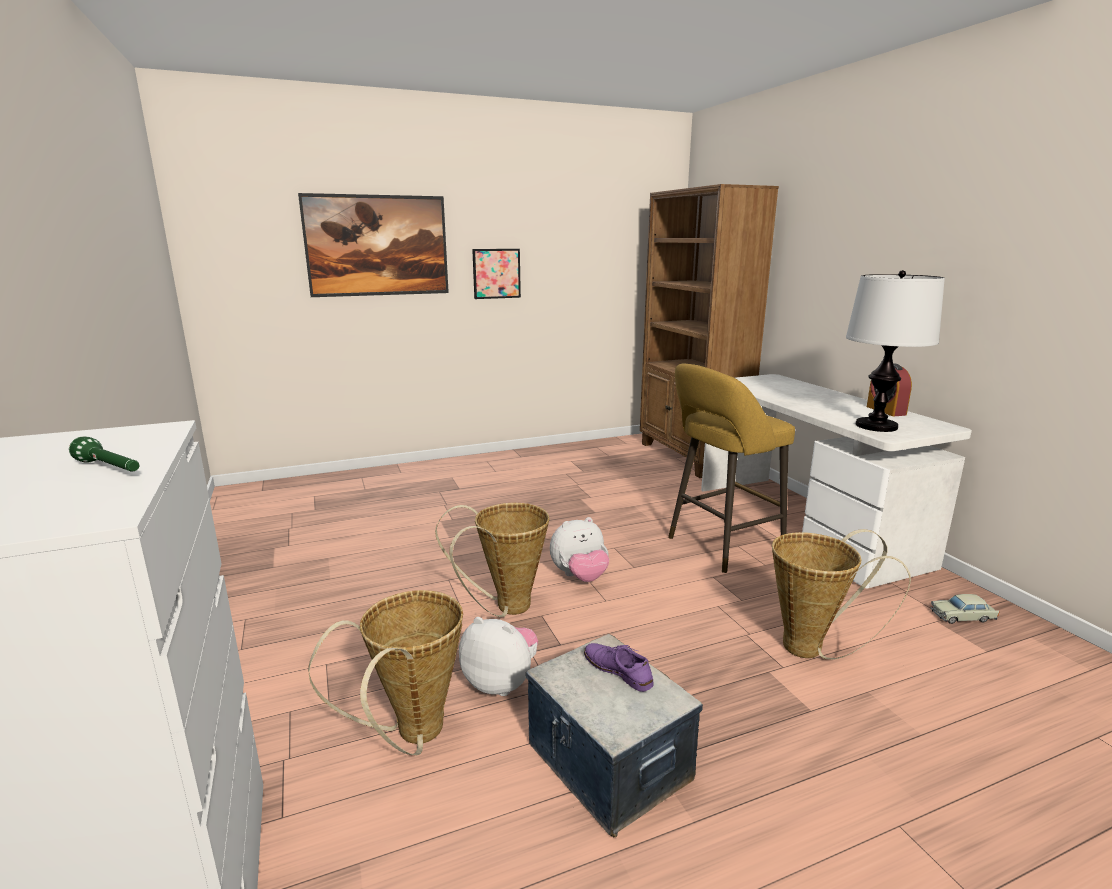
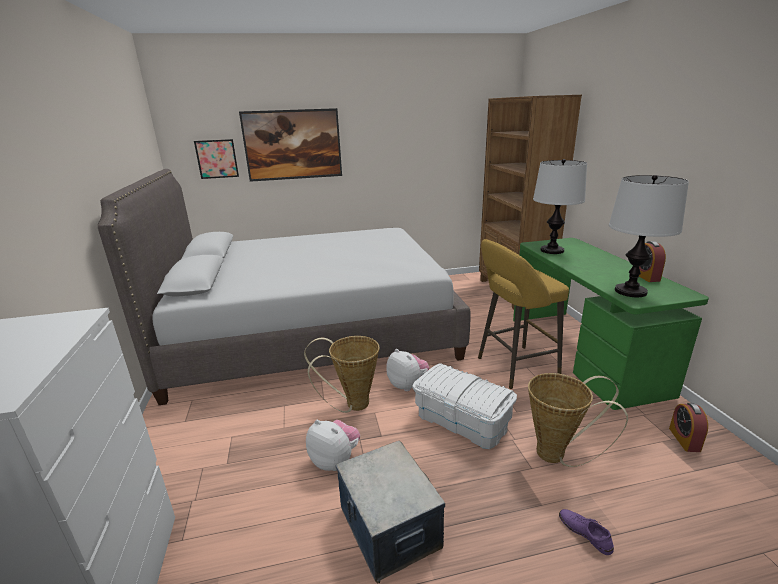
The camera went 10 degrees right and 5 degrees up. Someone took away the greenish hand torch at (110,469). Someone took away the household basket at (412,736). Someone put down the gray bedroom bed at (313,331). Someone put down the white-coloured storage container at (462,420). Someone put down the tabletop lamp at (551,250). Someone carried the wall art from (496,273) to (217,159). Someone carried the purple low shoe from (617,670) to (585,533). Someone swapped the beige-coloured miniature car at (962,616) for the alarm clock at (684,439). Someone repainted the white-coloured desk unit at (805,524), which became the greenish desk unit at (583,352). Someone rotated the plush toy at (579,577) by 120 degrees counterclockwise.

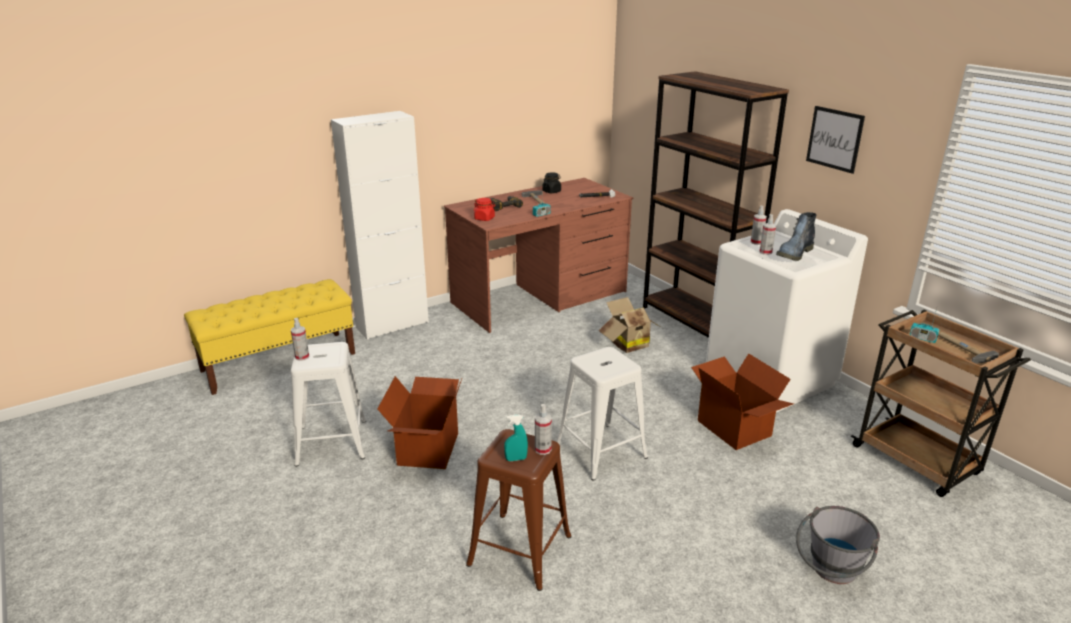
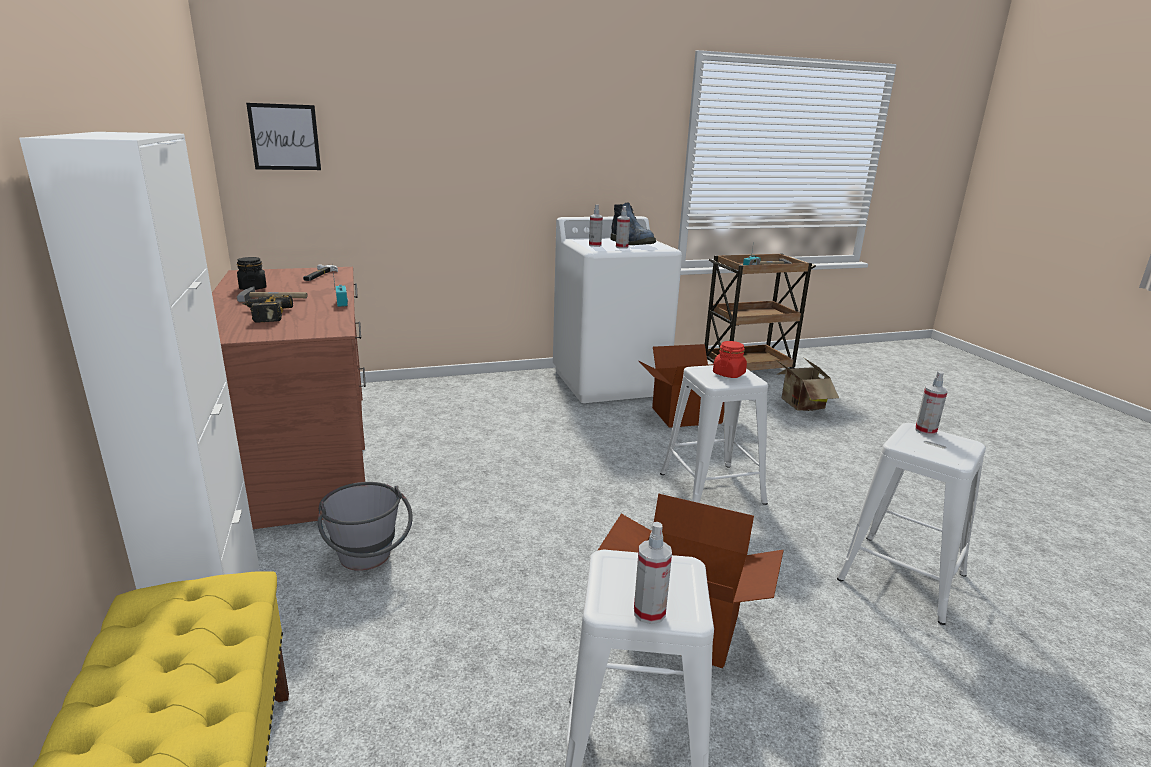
The camera went 75 degrees left and 5 degrees down. Someone took away the turquoise-coloured spray bottle at (516,459). Someone took away the brown shelving unit at (695,322). Someone carried the red storage jar from (484,218) to (728,374). Someone carried the packing box from (627,344) to (800,405). Someone carried the gray water bucket from (830,573) to (368,561). Someone carried the wall art from (834,139) to (285,137). Someone repainted the brown stool at (520,550), which became the white-coloured stool at (901,576).

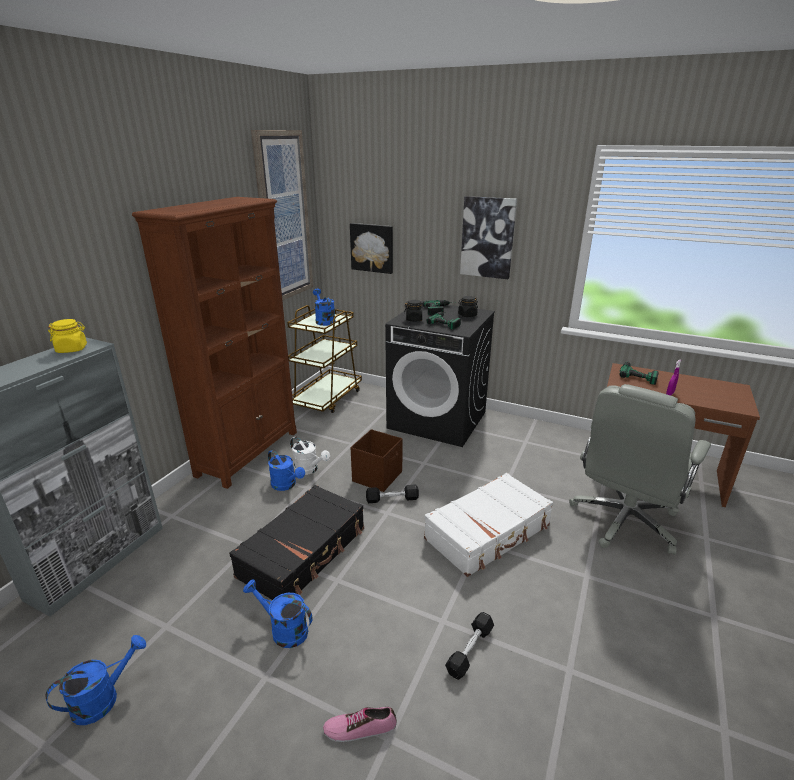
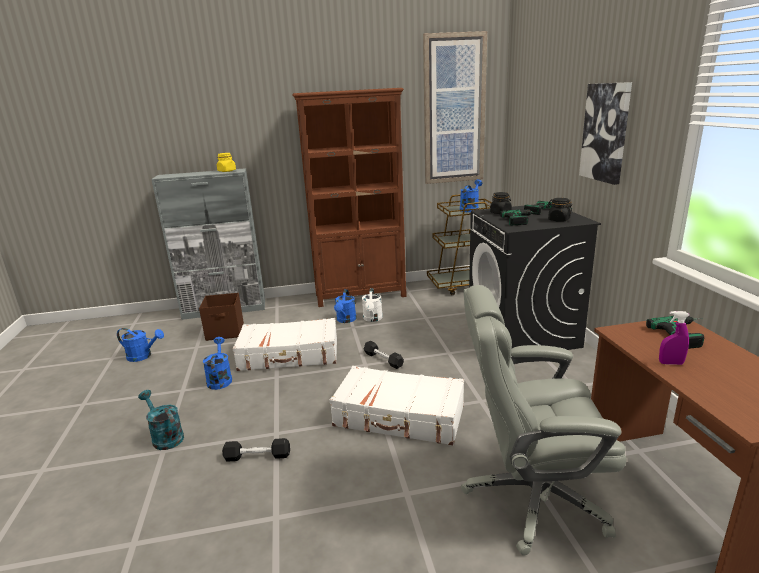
The camera went 55 degrees right and 5 degrees down. Someone took away the wall art at (372,248). Someone carried the brown storage container from (378,476) to (225,332). Someone swapped the low shoe at (360,727) for the turquoise-coloured sprinkling can at (165,437). Someone repainted the black-coloured travel case at (304,552), which became the white-coloured travel case at (289,355).

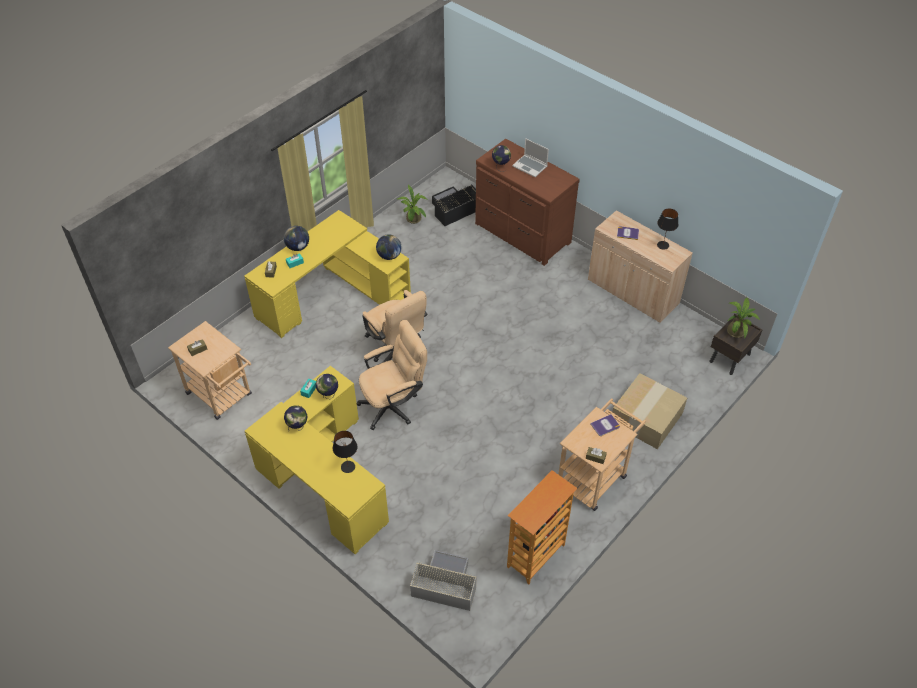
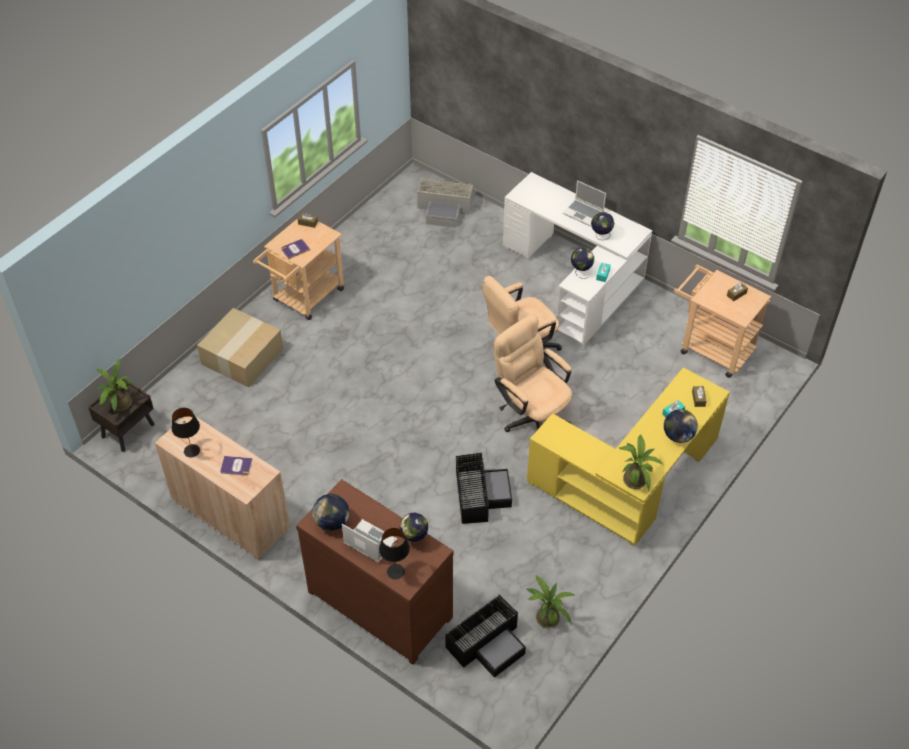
The camera went 175 degrees right and 0 degrees up. Someone took away the shelving unit at (536,556). Someone put down the black-coloured storage container at (479,494). Someone put down the notebook computer at (584,213). Someone put down the potted plant at (635,478). Someone carried the black-coloured tabletop lamp from (348,466) to (395,572). Someone carried the world globe from (389,256) to (332,522). Someone repainted the yellow-coloured desk unit at (322,478), which became the white-coloured desk unit at (576,279).

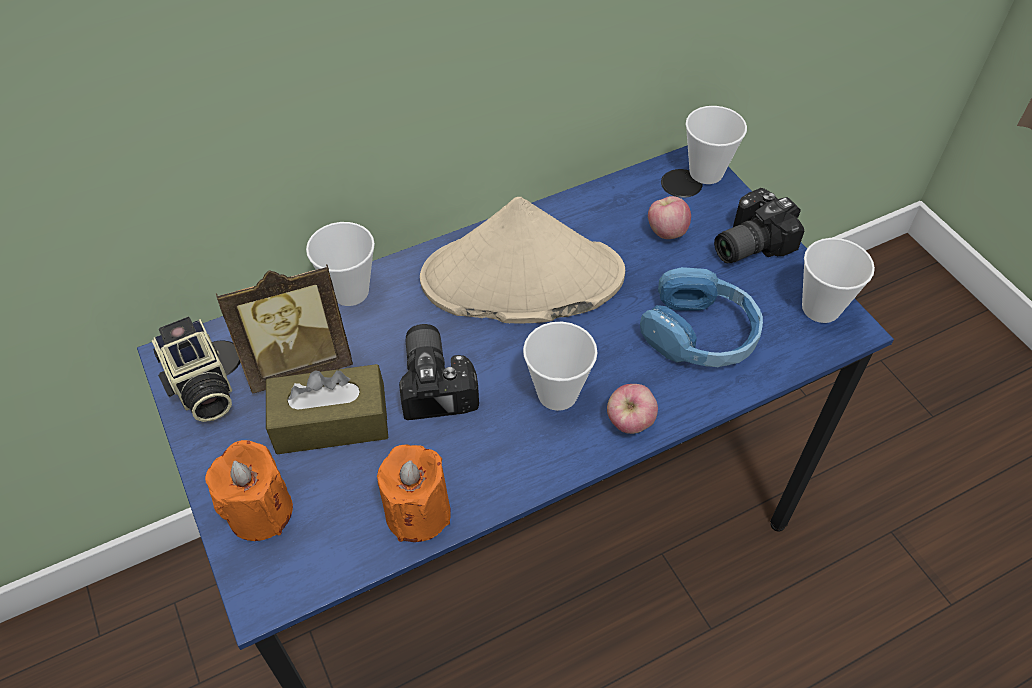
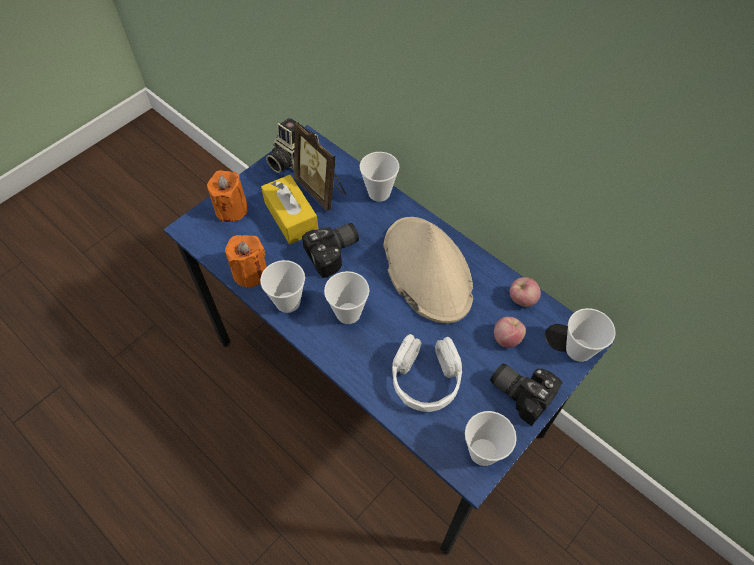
The camera went 70 degrees right and 5 degrees up. Someone put down the cup at (288,302). Someone carried the apple from (630,422) to (522,299). Someone repainted the brown box of tissues at (331,422), which became the yellow-coloured box of tissues at (291,217). Someone repainted the blue-coloured pair of headphones at (700,334), which became the white-coloured pair of headphones at (425,379).

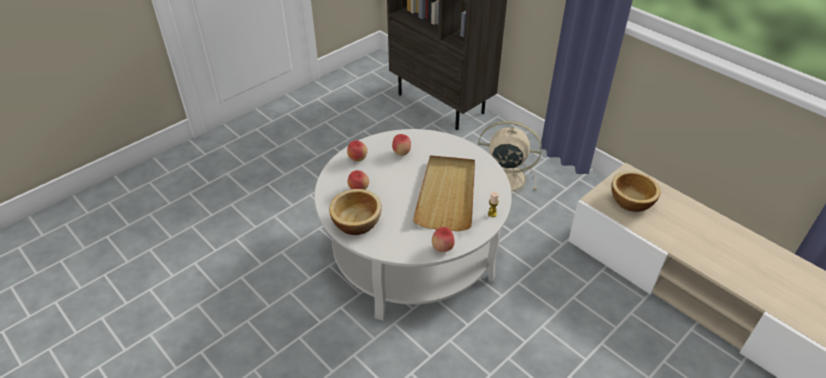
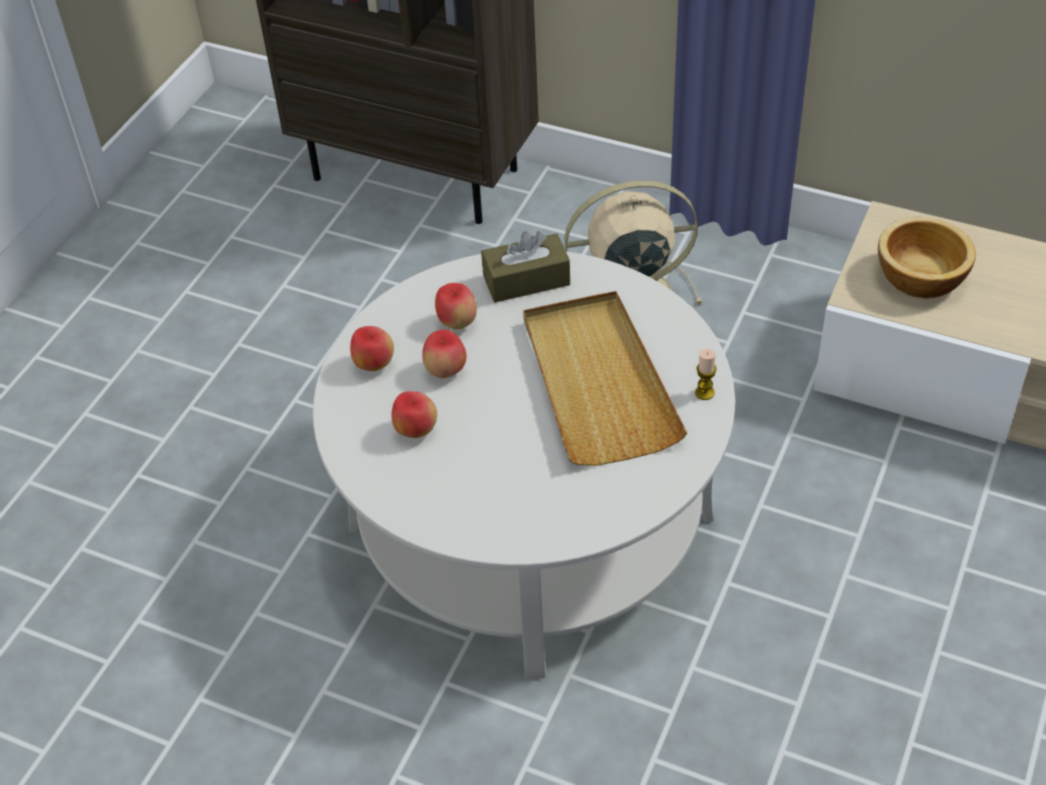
The camera went 20 degrees left and 5 degrees up. Someone took away the deep dish at (356,221). Someone put down the brown box of tissues at (526,280). Someone carried the apple from (442,248) to (446,371).

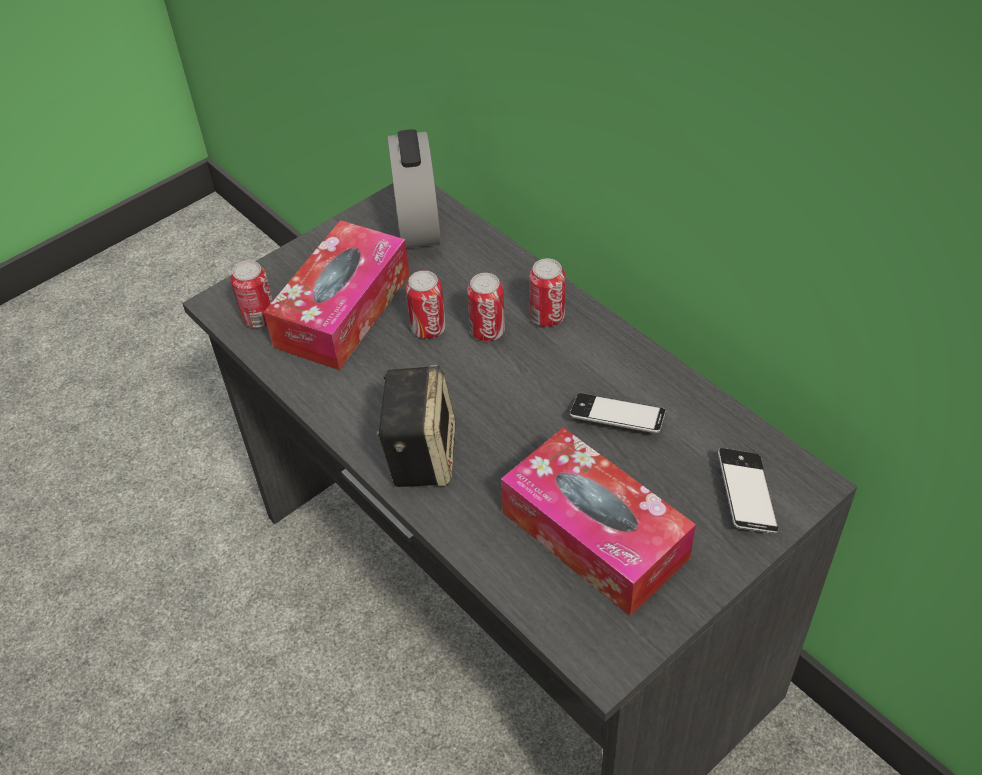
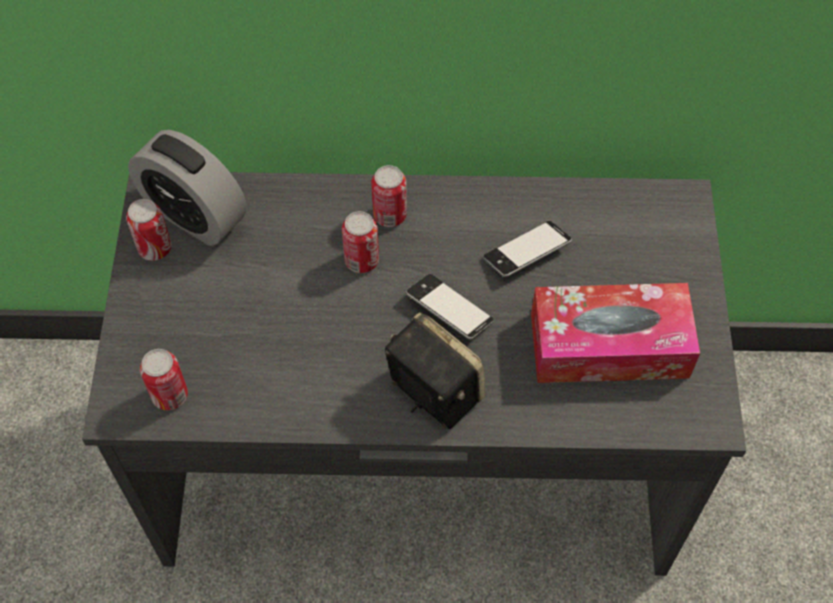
The camera went 50 degrees left and 10 degrees up. Someone took away the box of tissues at (343,310). Someone carried the sealed can from (428,329) to (155,248). Someone carried the phone from (746,495) to (449,310).

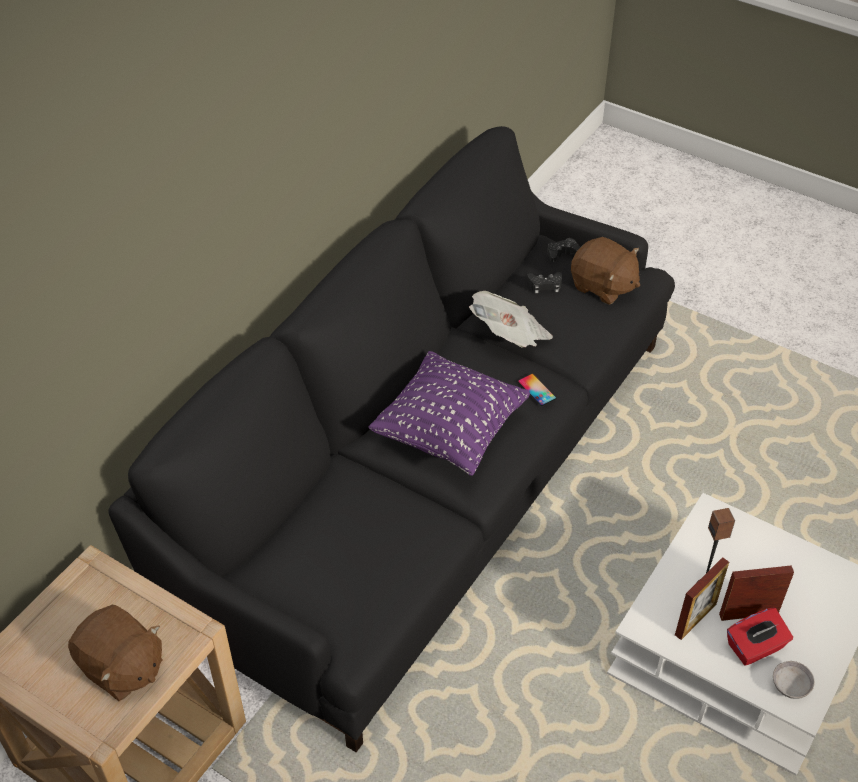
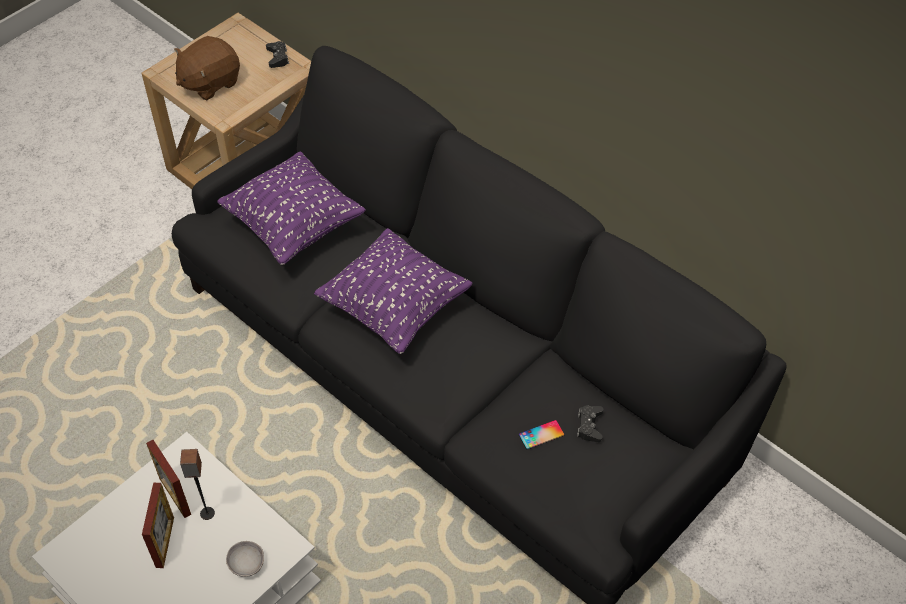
The camera went 100 degrees right and 5 degrees up. Someone took away the printed paper at (510,336). Someone took away the brown plush toy at (603,286). Someone took away the red box of tissues at (755,647). Someone put down the purple cushion at (294,226). Someone carried the phone from (537,390) to (541,435). Someone carried the black-coloured game controller from (562,253) to (278,57). Someone carried the gray deep dish from (790,686) to (246,564).

